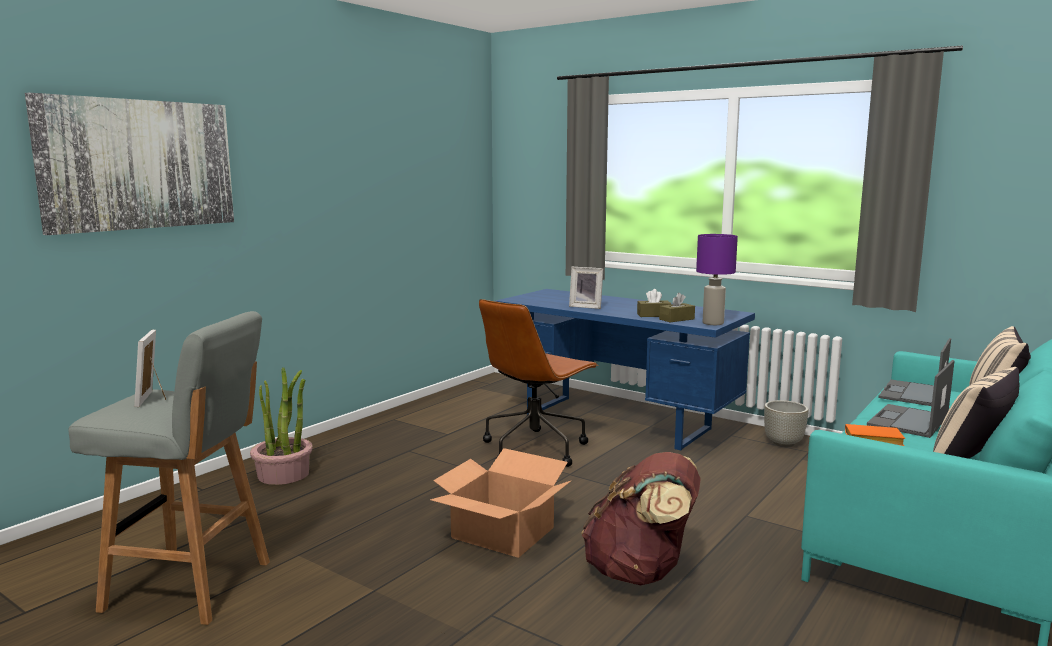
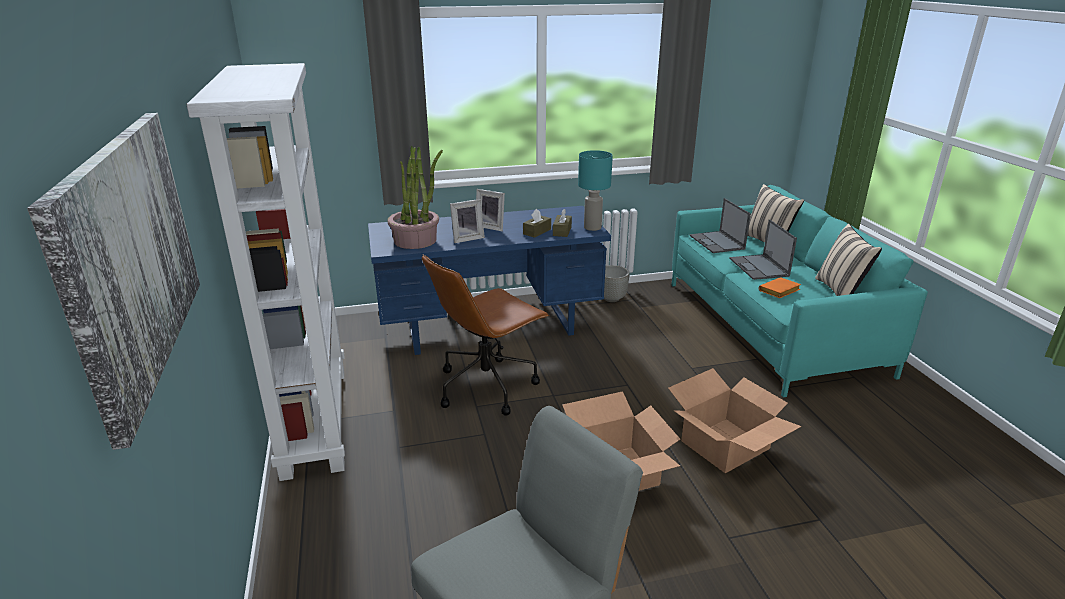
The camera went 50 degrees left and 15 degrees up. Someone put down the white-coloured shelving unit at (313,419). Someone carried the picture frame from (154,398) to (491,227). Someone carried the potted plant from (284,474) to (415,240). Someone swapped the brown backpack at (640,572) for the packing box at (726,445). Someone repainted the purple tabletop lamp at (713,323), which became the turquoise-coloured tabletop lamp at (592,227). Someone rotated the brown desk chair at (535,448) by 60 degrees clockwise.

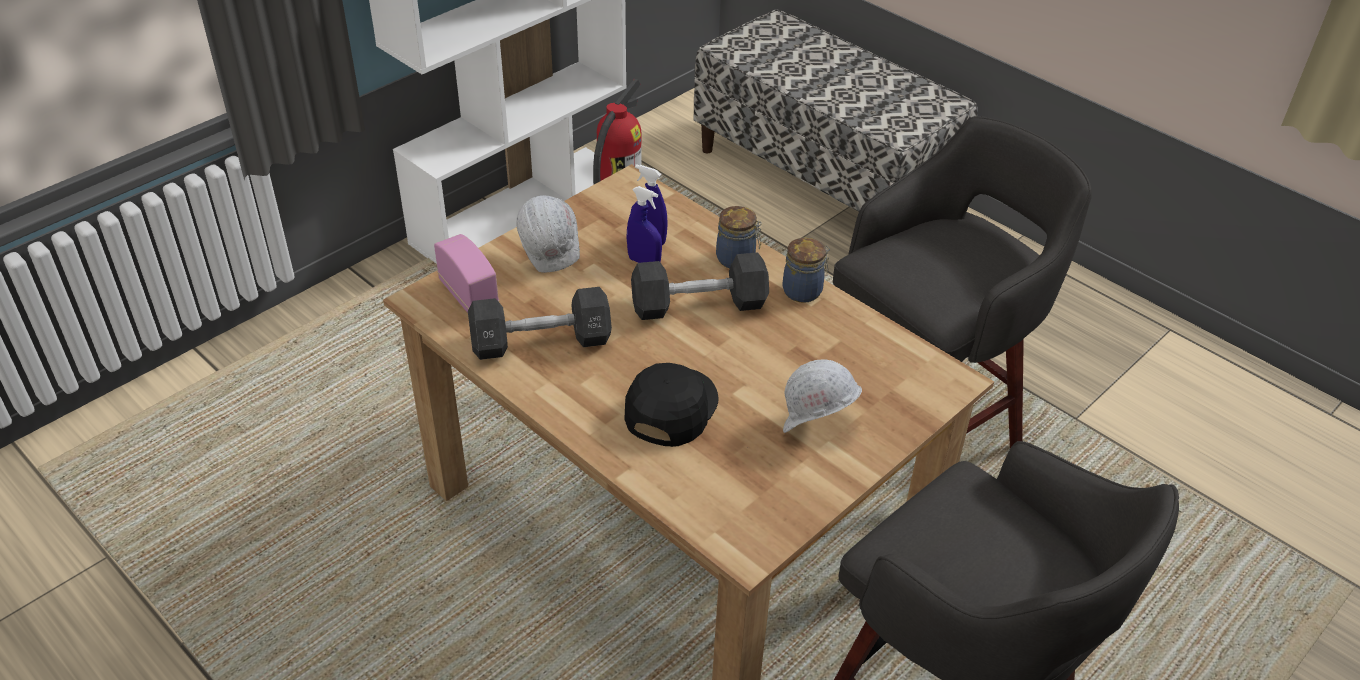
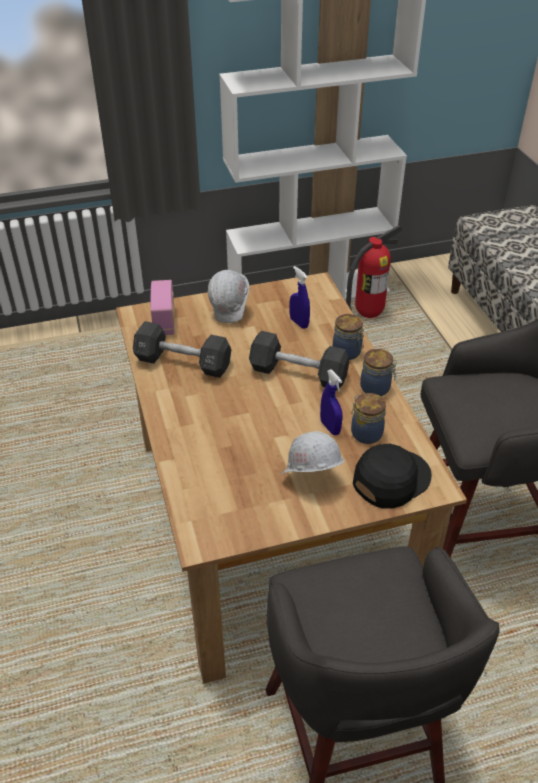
The camera went 30 degrees right and 0 degrees up. Someone put down the storage jar at (365,433). Someone carried the black-coloured baseball cap from (670,408) to (391,479). Someone carried the blue-coloured spray bottle from (644,262) to (330,427).

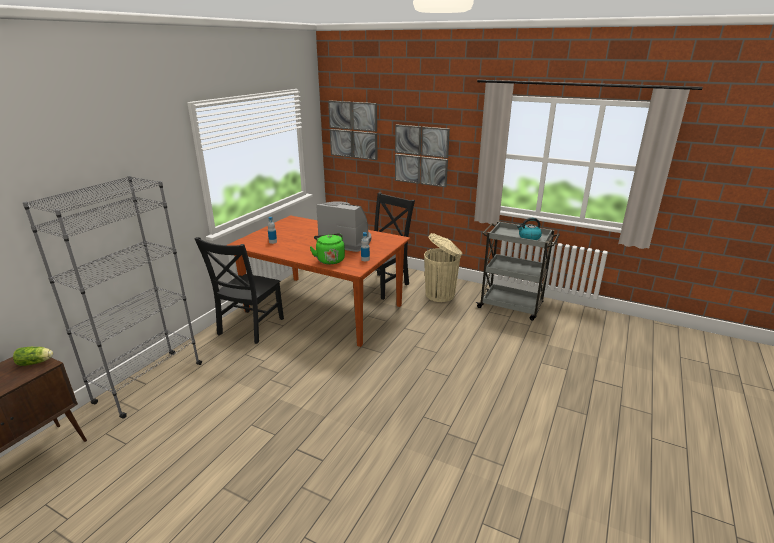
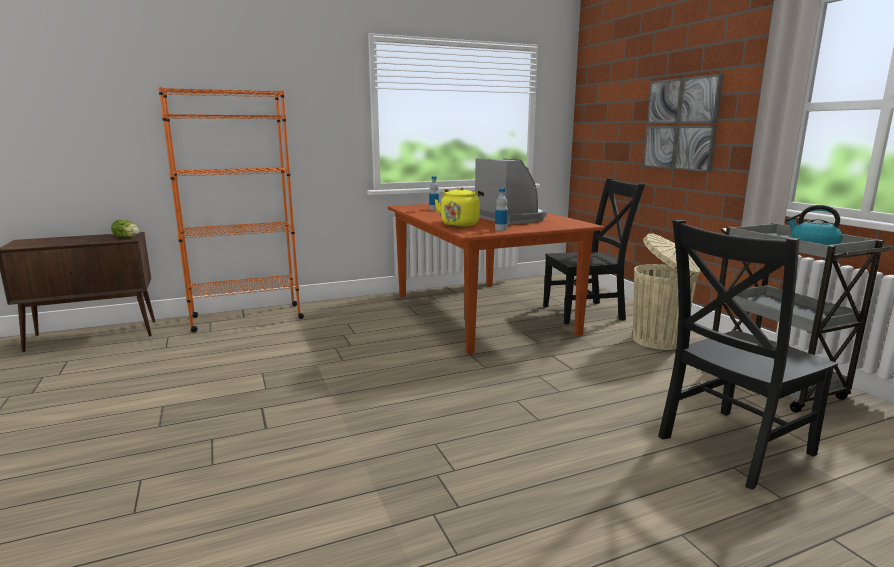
The camera went 40 degrees right and 10 degrees down. Someone took away the wall art at (353,130). Someone carried the black-coloured upright chair from (249,328) to (731,447). Someone repainted the gray shelving unit at (149,383), which became the orange shelving unit at (246,318). Someone repainted the greenish tea kettle at (330,259), which became the yellow-coloured tea kettle at (460,224).

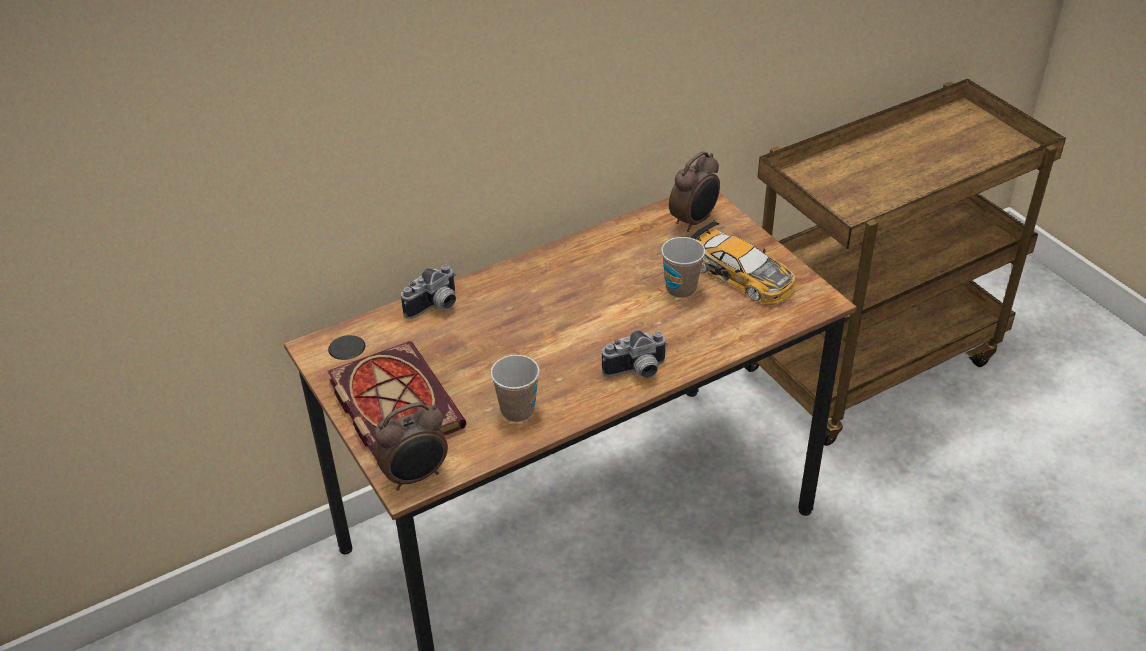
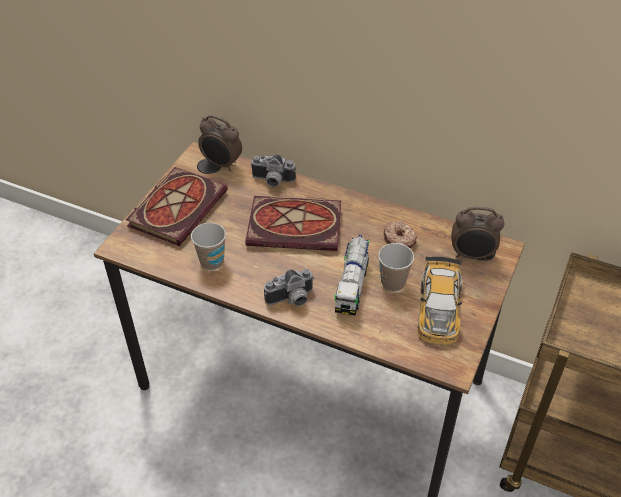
The camera went 55 degrees right and 5 degrees up. Someone put down the volume at (297,225). Someone put down the model truck at (352,285). Someone put down the donut at (399,239). Someone carried the alarm clock from (416,477) to (222,164). Someone rotated the still camera at (637,372) by 60 degrees counterclockwise.

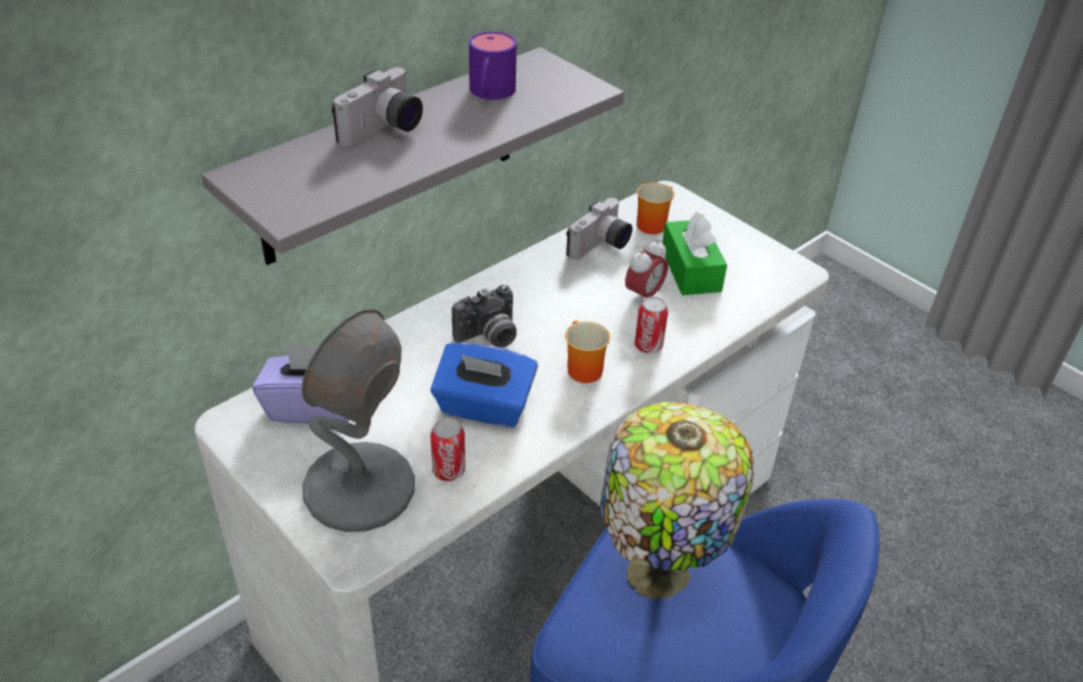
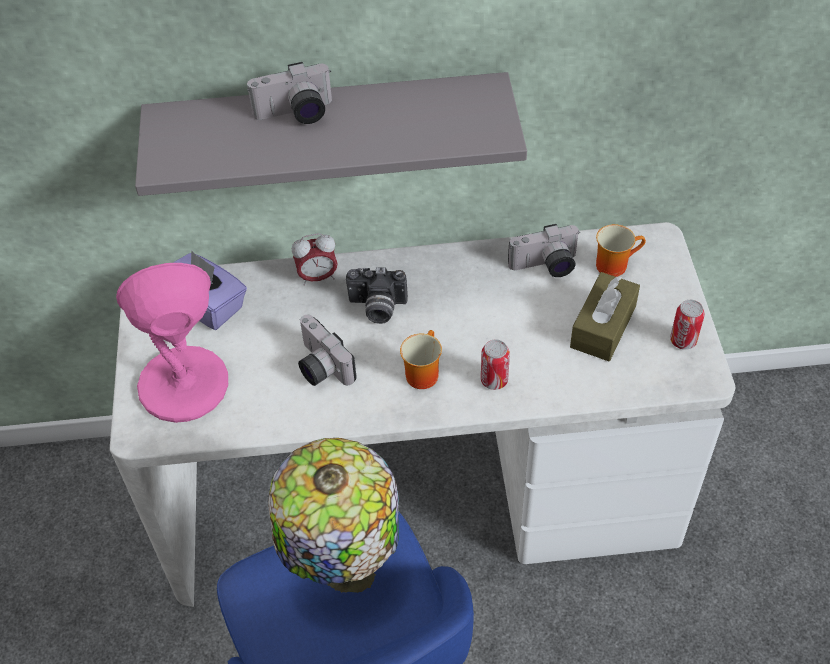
The camera went 40 degrees right and 10 degrees up. Someone took away the purple mug at (490,93). Someone carried the sealed can from (448,471) to (683,341). Someone carried the alarm clock from (643,295) to (317,277). Someone swapped the blue-coloured box of tissues at (484,407) for the still camera at (319,367). Someone repainted the gray tabletop lamp at (359,489), which became the pink tabletop lamp at (183,385). Someone repainted the greenish box of tissues at (690,270), which became the brown box of tissues at (603,327).

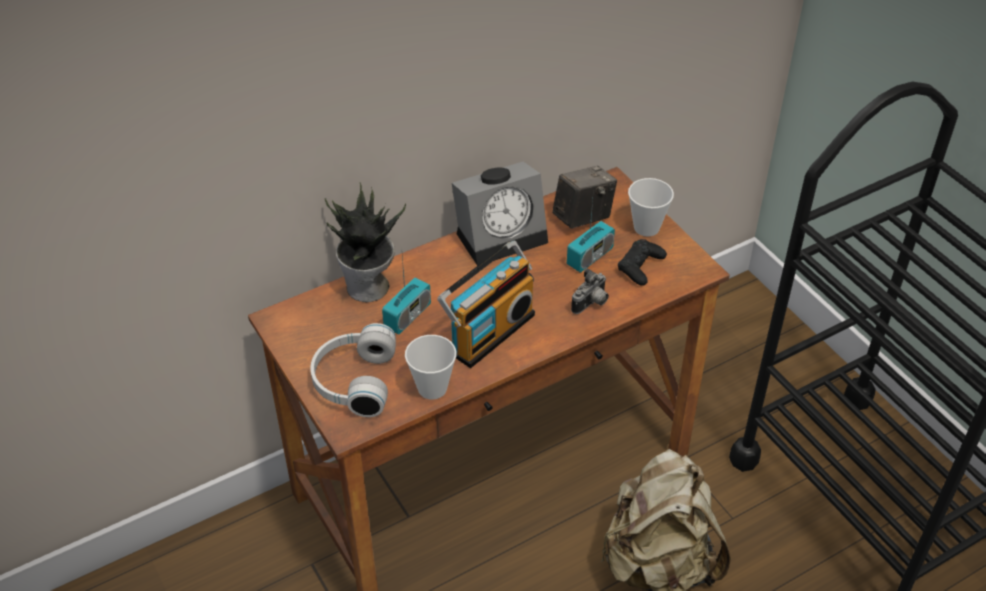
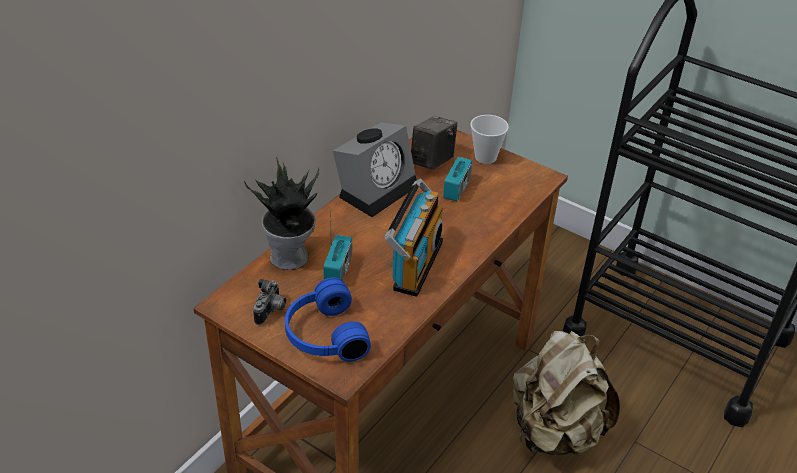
The camera went 25 degrees left and 5 degrees down. Someone took away the cup at (432,388). Someone took away the black-coloured game controller at (640,266). Someone carried the still camera from (591,304) to (271,311). Someone repainted the white-coloured pair of headphones at (353,381), which became the blue-coloured pair of headphones at (323,335).

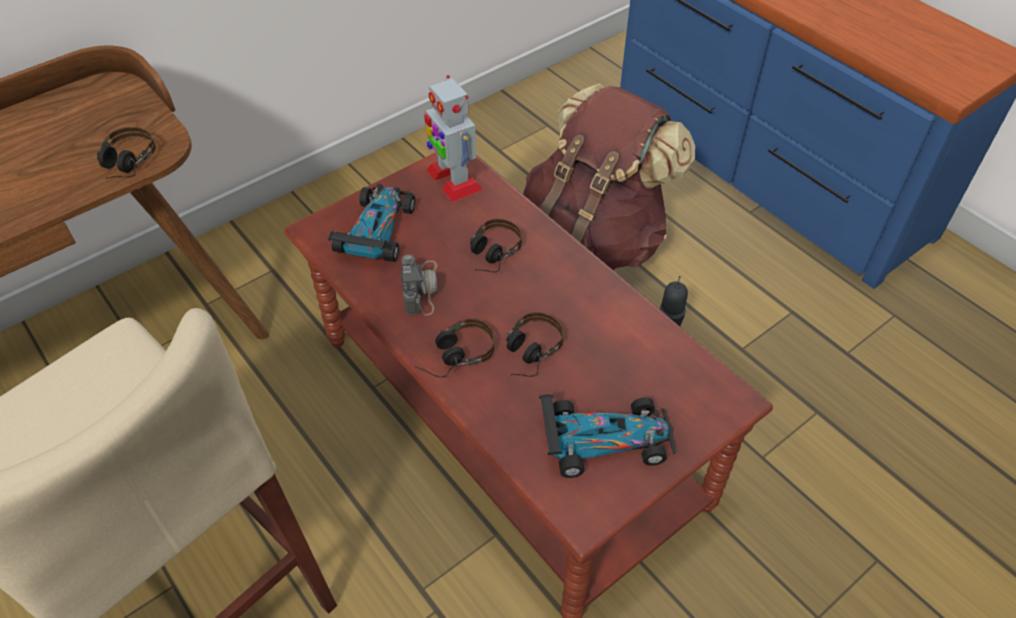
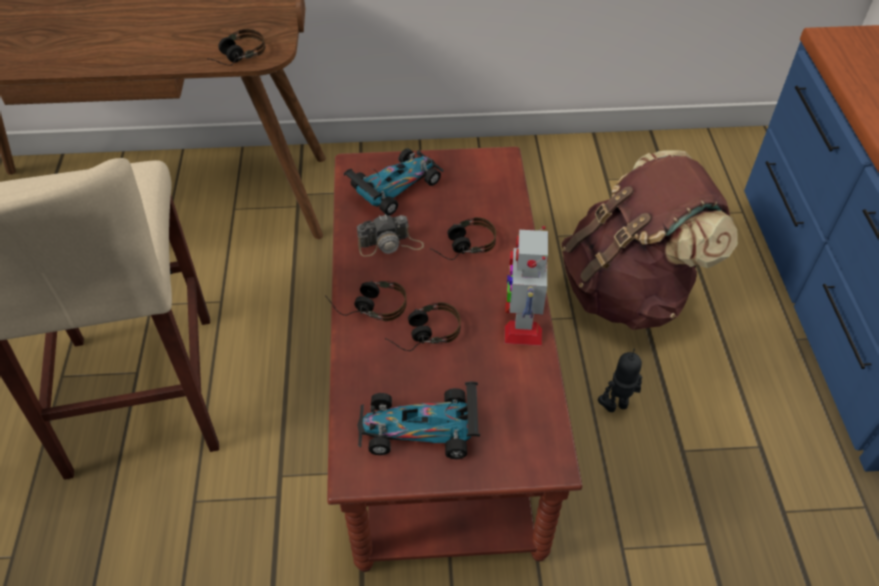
The camera went 35 degrees right and 0 degrees up. Someone carried the model robot from (453,179) to (522,320). Someone rotated the still camera at (421,288) by 45 degrees clockwise. Someone rotated the miniature car at (604,440) by 150 degrees clockwise.

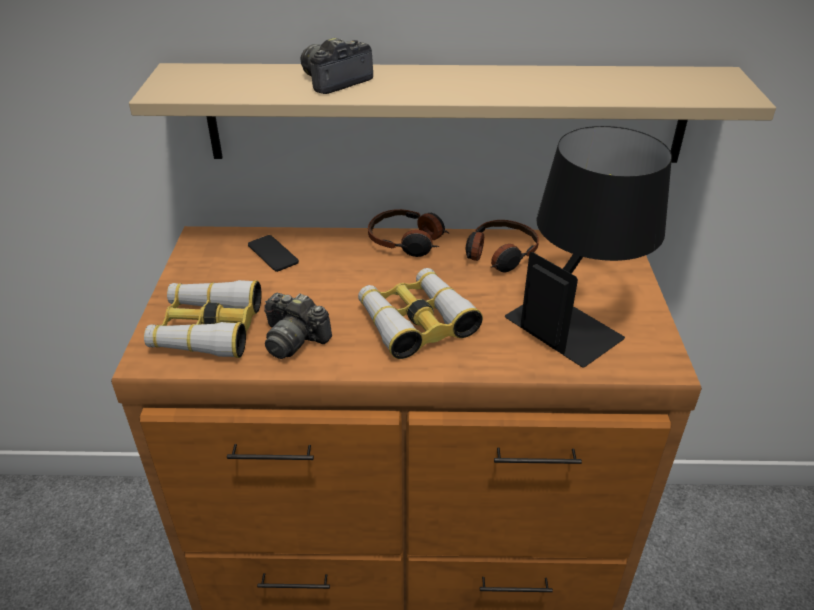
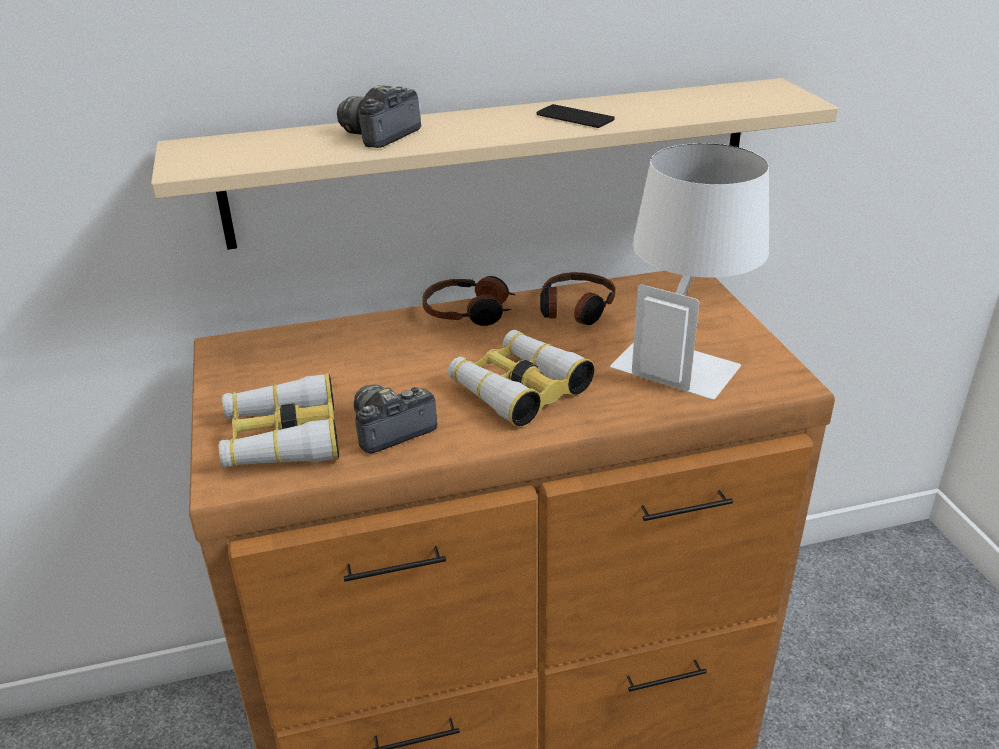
The camera went 15 degrees left and 5 degrees down. Someone carried the phone from (273,254) to (575,117). Someone repainted the black-coloured tabletop lamp at (577,317), which became the white-coloured tabletop lamp at (684,354). Someone rotated the still camera at (294,339) by 135 degrees clockwise.

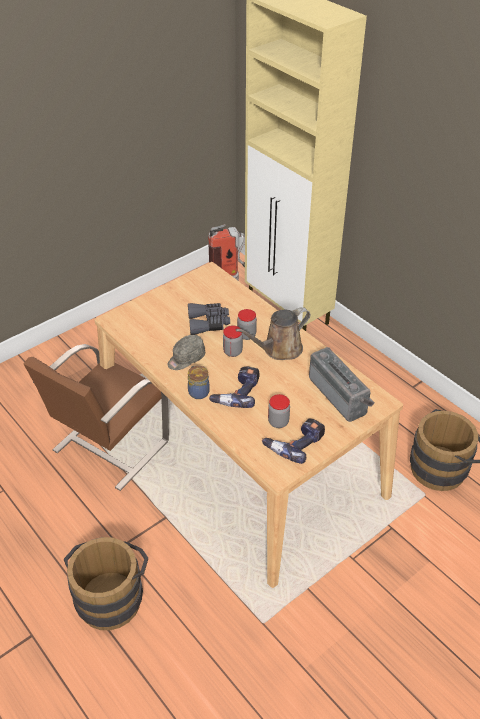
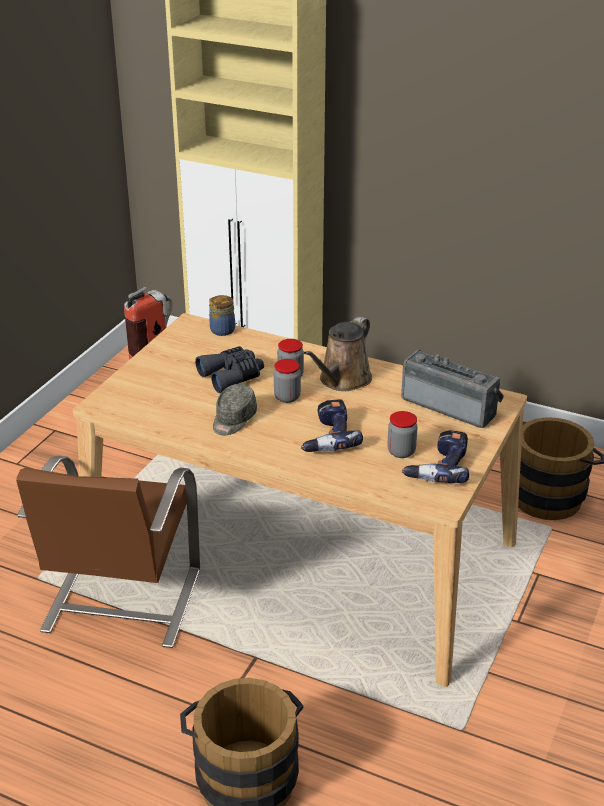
The camera went 25 degrees left and 10 degrees down. Someone carried the storage jar from (198,392) to (221,330).

